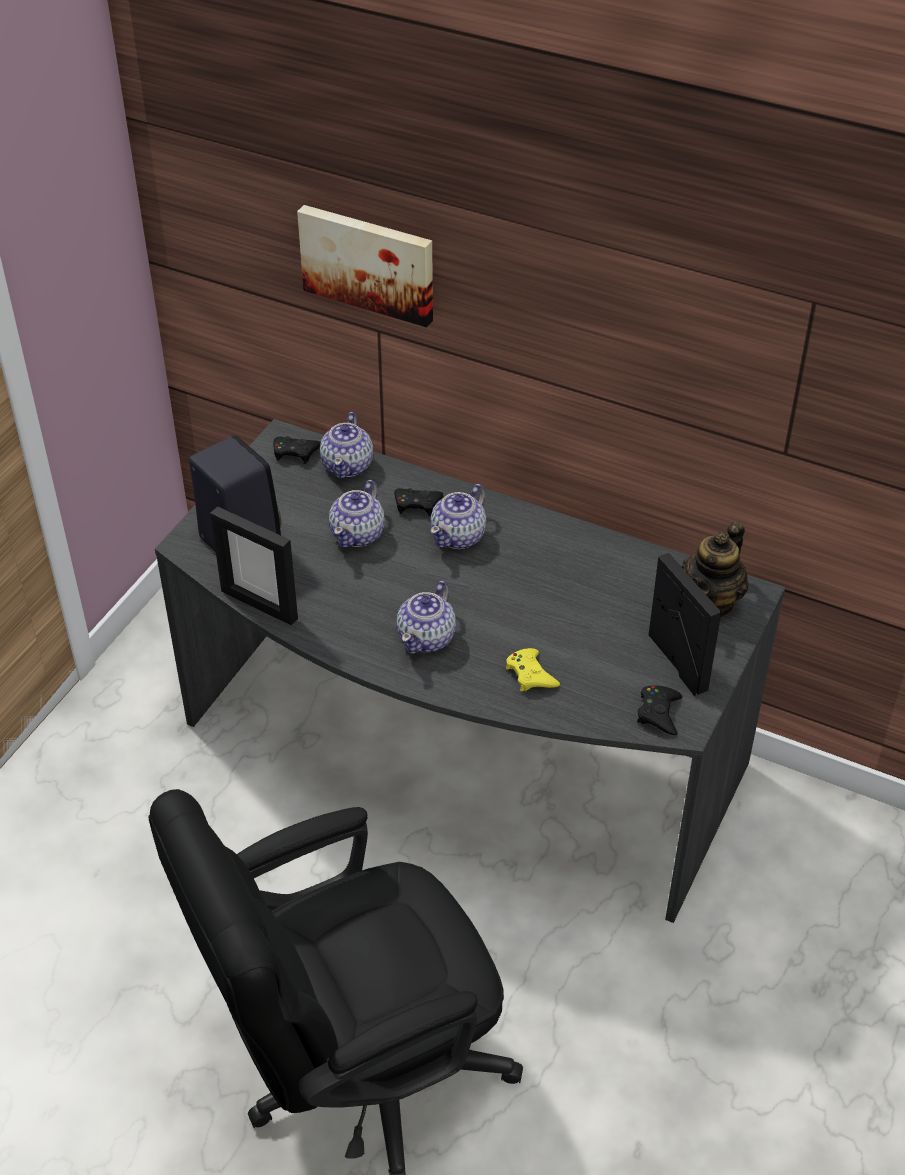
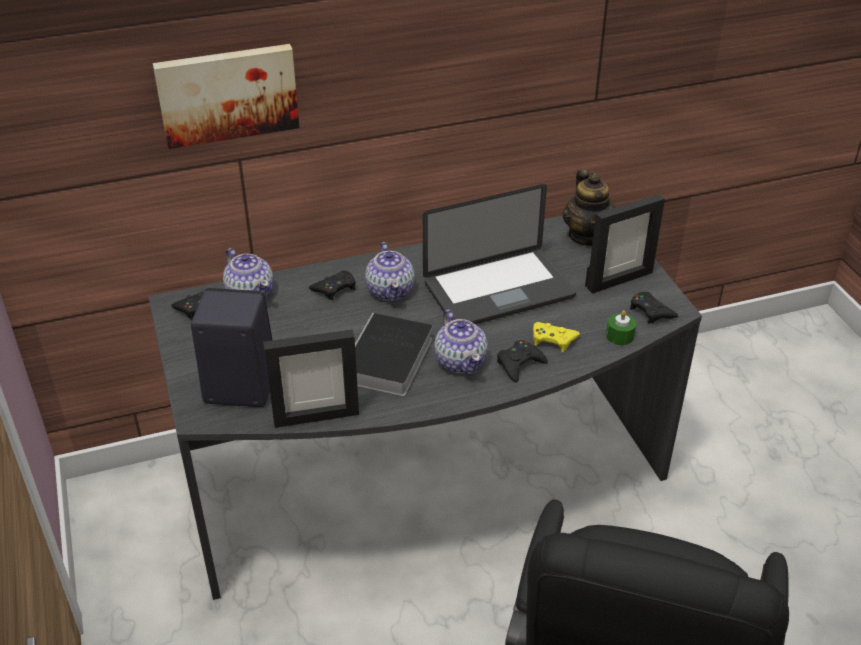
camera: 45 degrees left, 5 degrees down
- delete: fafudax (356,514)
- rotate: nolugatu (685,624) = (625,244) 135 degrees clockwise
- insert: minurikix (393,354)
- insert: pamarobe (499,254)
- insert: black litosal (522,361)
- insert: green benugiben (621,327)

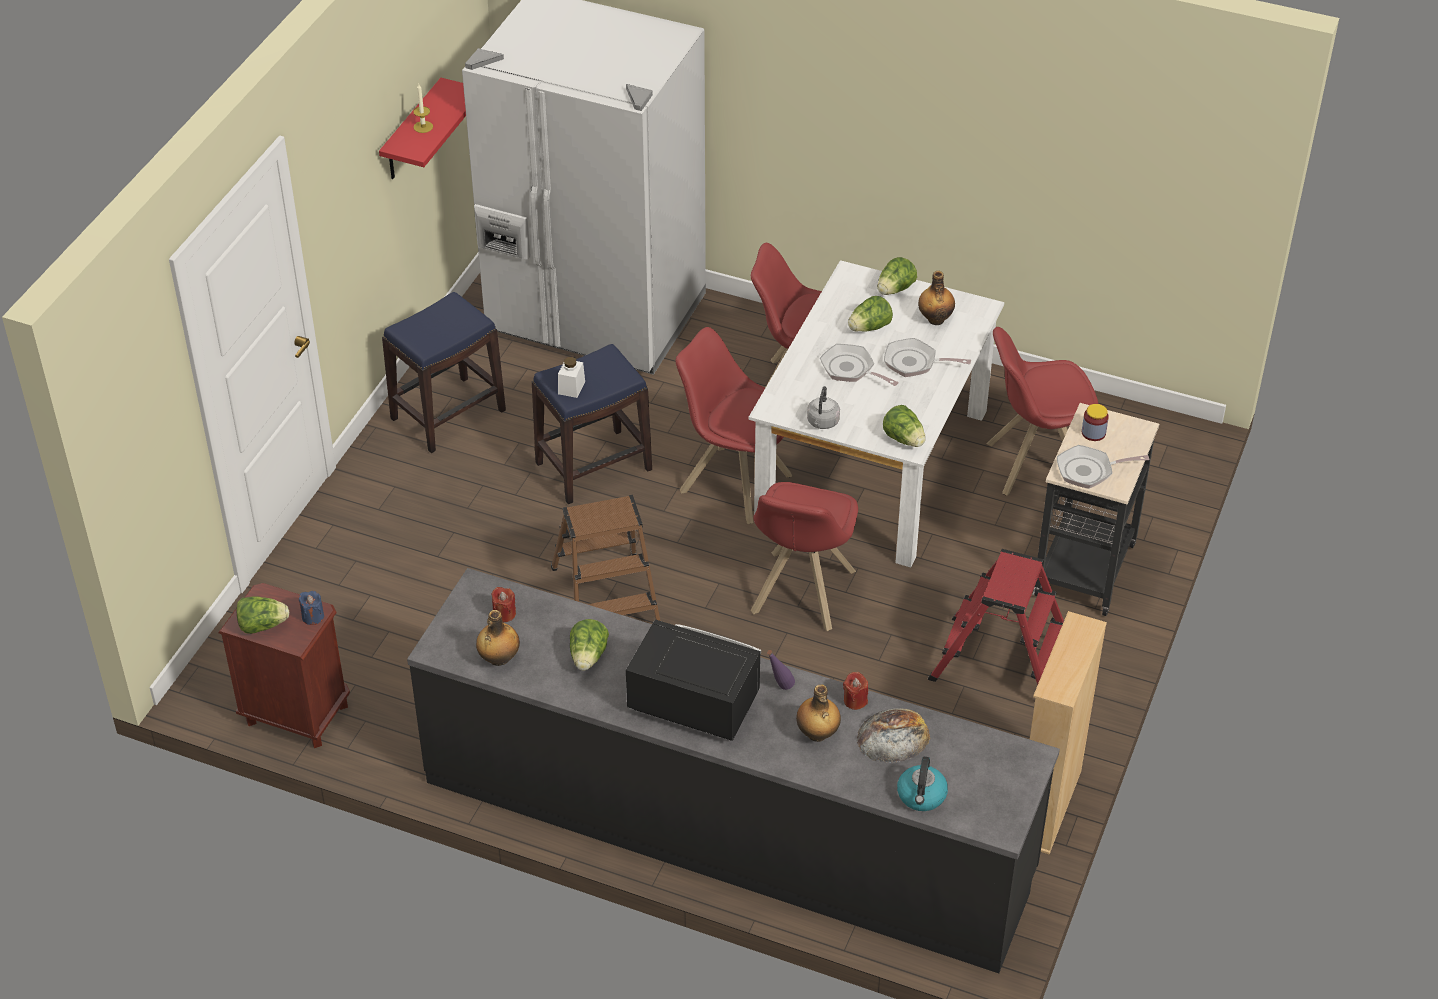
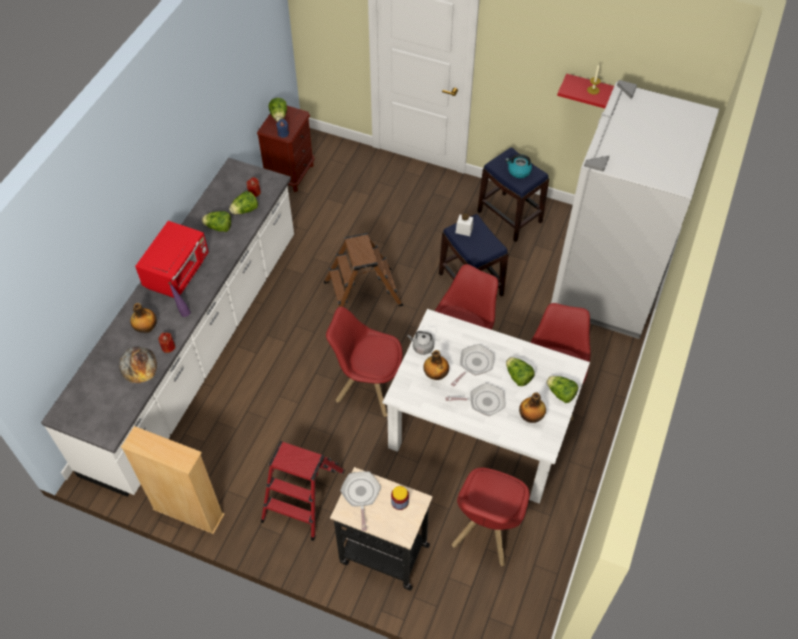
camera: 90 degrees right, 10 degrees up
- recolor: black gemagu (733,770) to white gemagu (167,327)
- move: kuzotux (498,638) to (436,365)
- recolor: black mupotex (693,680) to red mupotex (171,259)
- move: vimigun (904,426) to (243,202)
- rotate: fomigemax (927,357) = (475,399) 75 degrees clockwise
- move: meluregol (922,784) to (518,166)
- rotate: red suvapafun (1043,411) = (491,516) 150 degrees counterclockwise

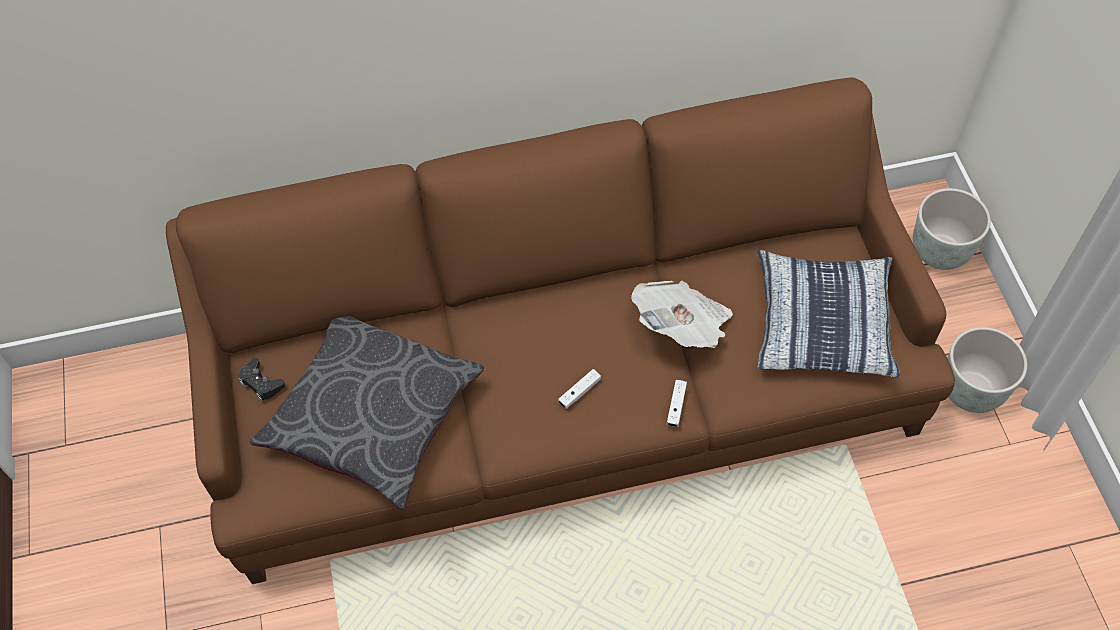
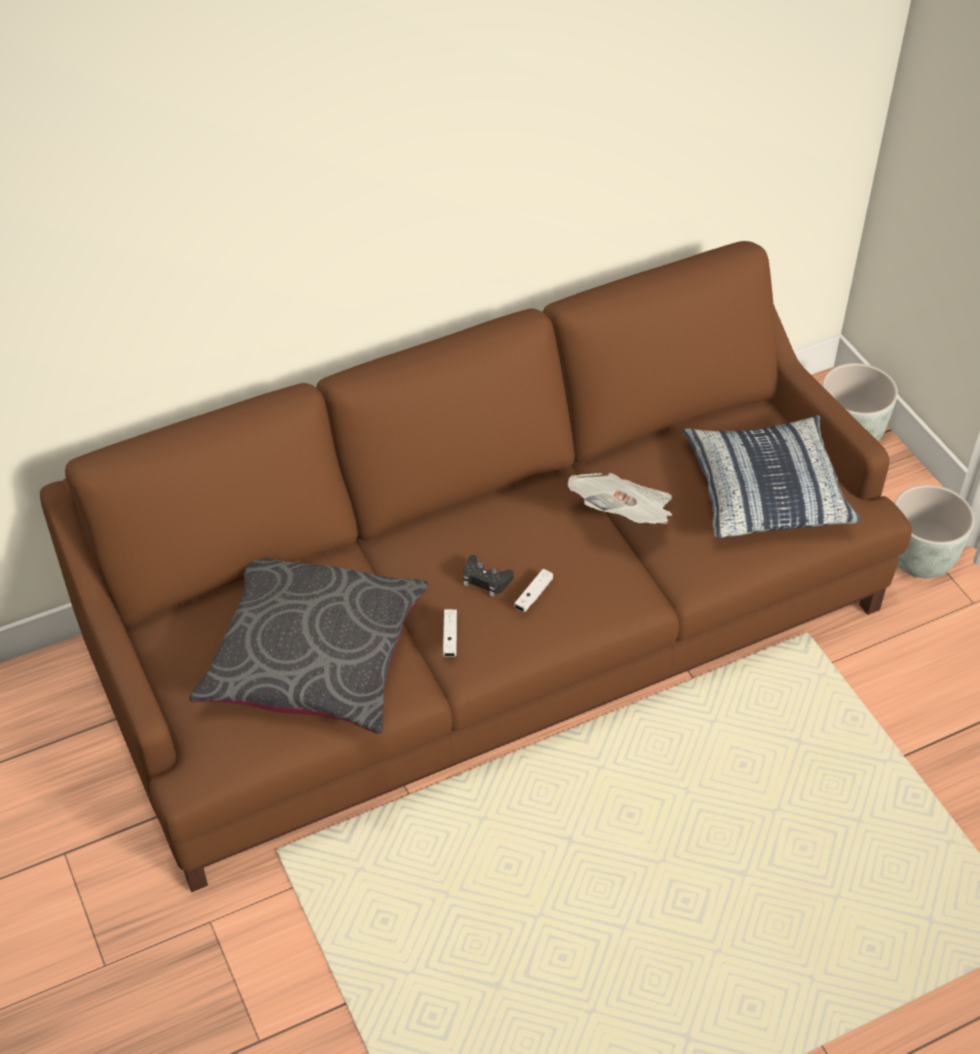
camera: 15 degrees left, 10 degrees down
- move: black litosal (261,380) to (488,576)
- move: white litosal (677,403) to (450,633)

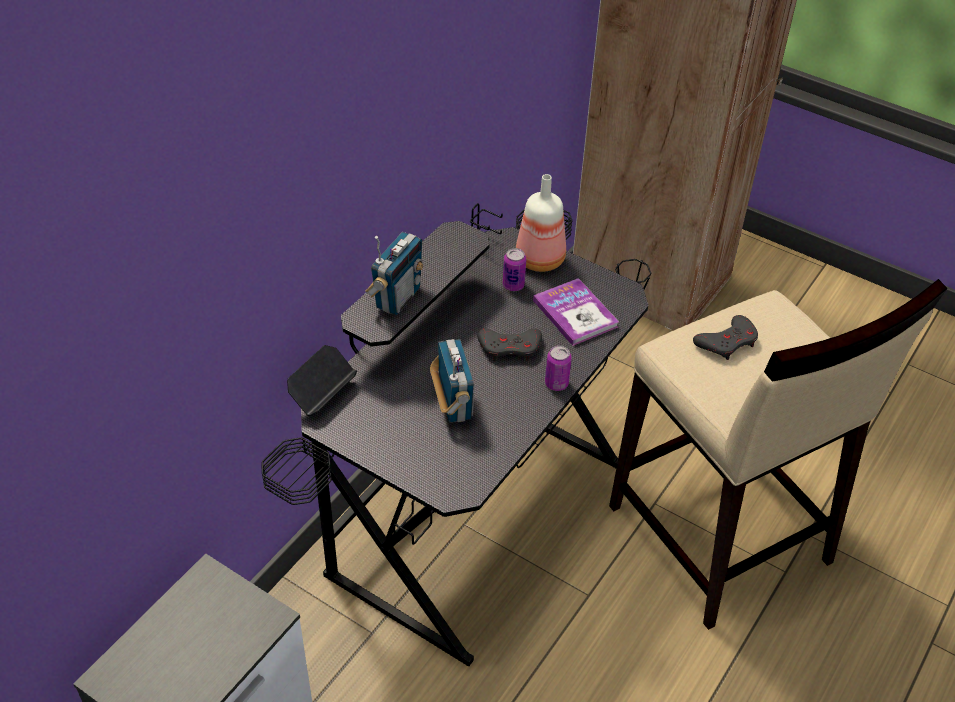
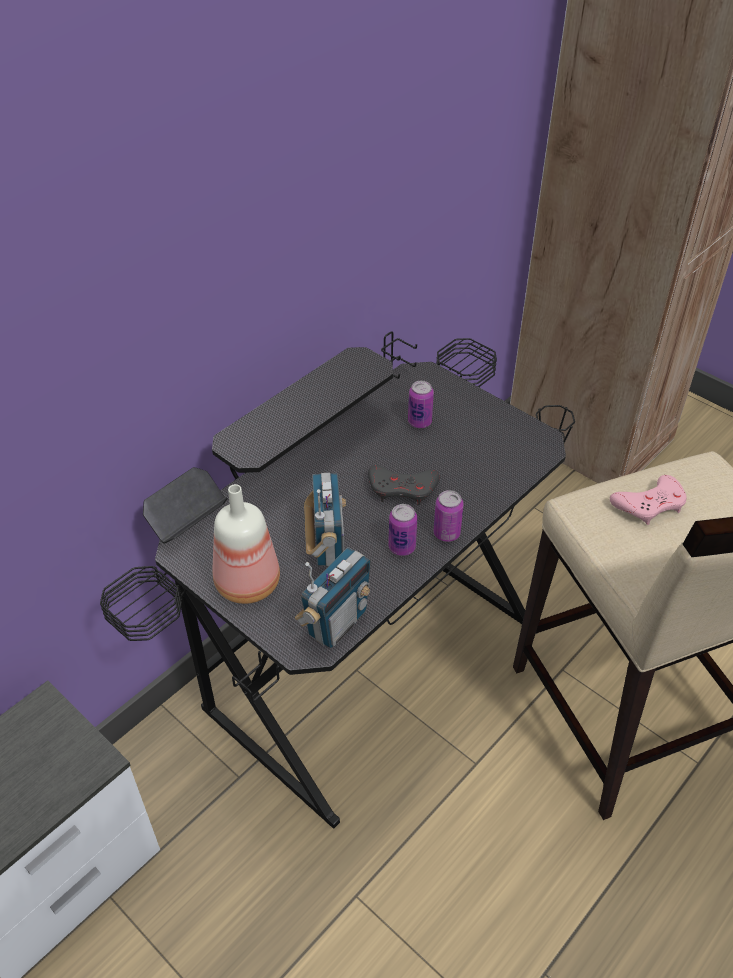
camera: 10 degrees right, 0 degrees up
- move: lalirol (394,273) to (333,597)
- move: kuzotux (541,223) to (246,544)
- delete: minurikix (576,312)
- recolor: grey litosal (725,337) to pink litosal (648,500)
- insert: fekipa (402,530)

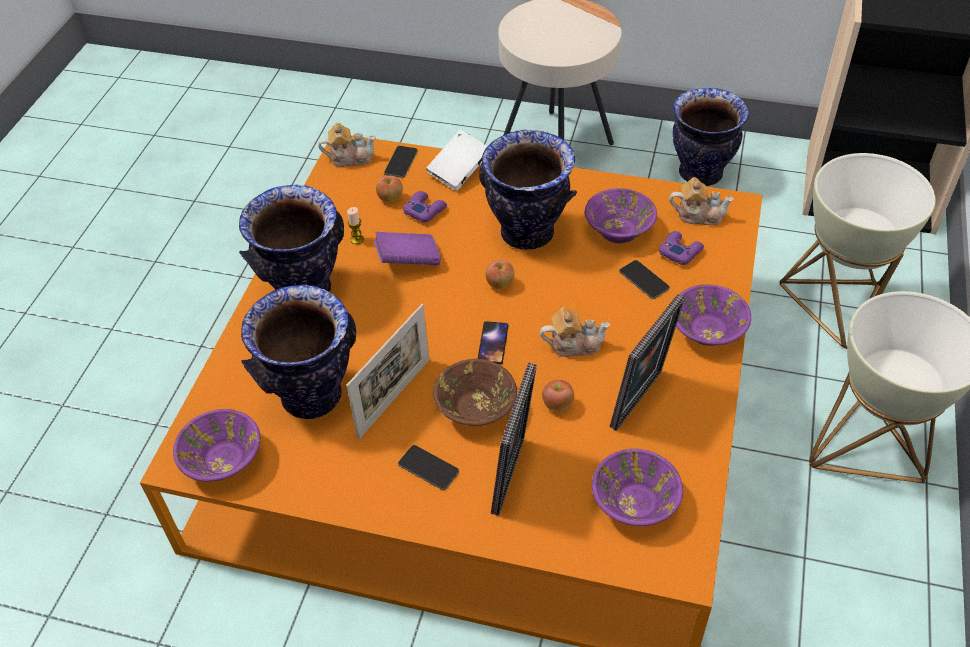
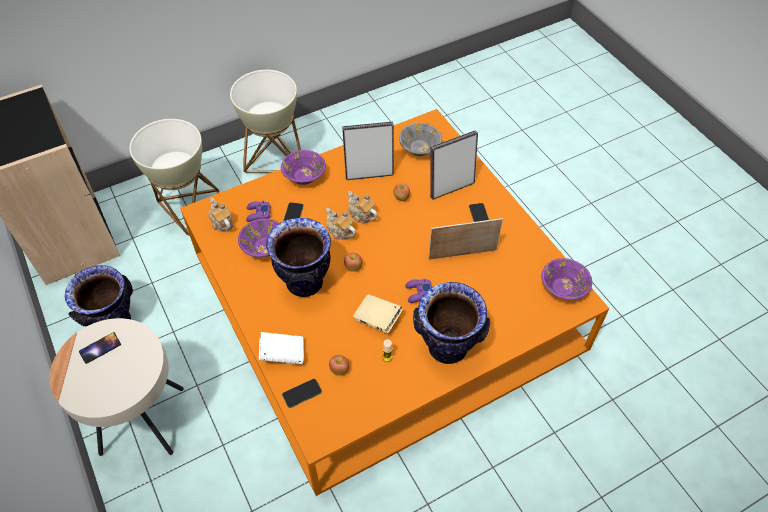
camera: 135 degrees left, 5 degrees up
- delete: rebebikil (298,352)
- move: fafudax (347,145) to (341,224)
- recolor: purple minurikix (407,248) to beige minurikix (378,313)
- move: purple litosal (425,206) to (418,291)
- delete: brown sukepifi (475,392)
- move: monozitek (493,342) to (100,348)
- recolor: purple sukepifi (637,487) to grey sukepifi (420,139)

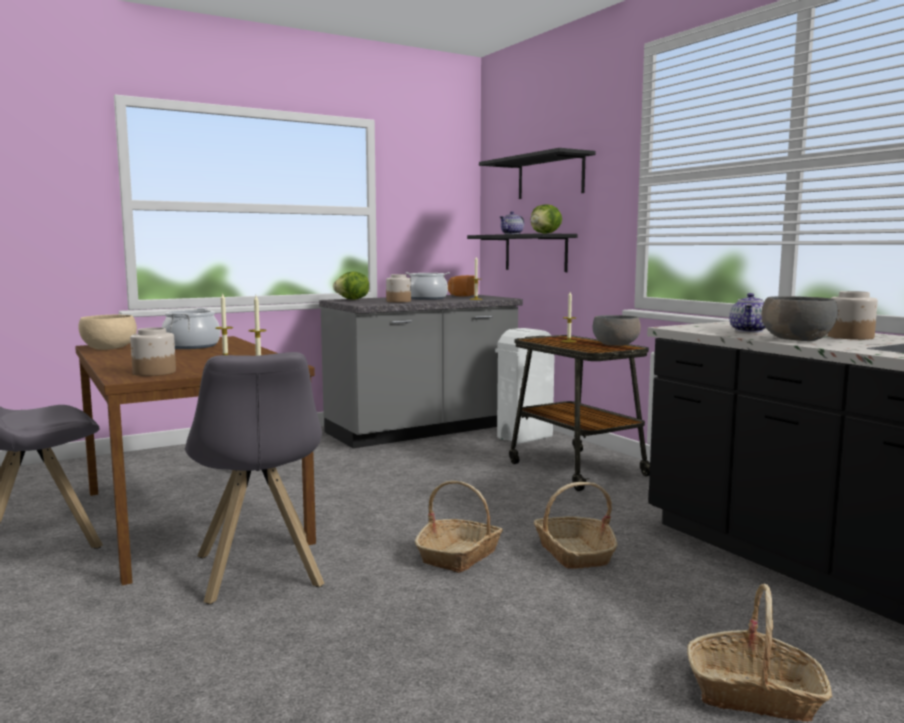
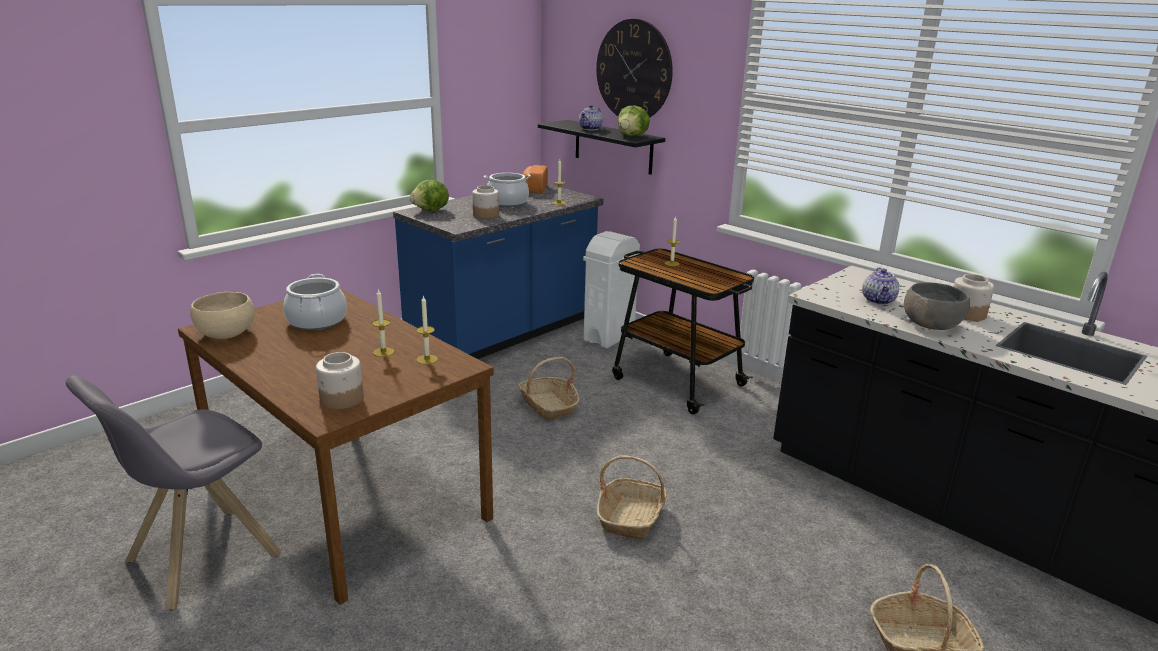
camera: 15 degrees left, 15 degrees up
- delete: grey suvapafun (254,478)
- recolor: grey gemagu (421,371) to blue gemagu (498,271)
- replace: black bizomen (537,173) to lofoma (634,68)
- move: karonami (576,525) to (549,388)
- delete: grey sukepifi (616,330)

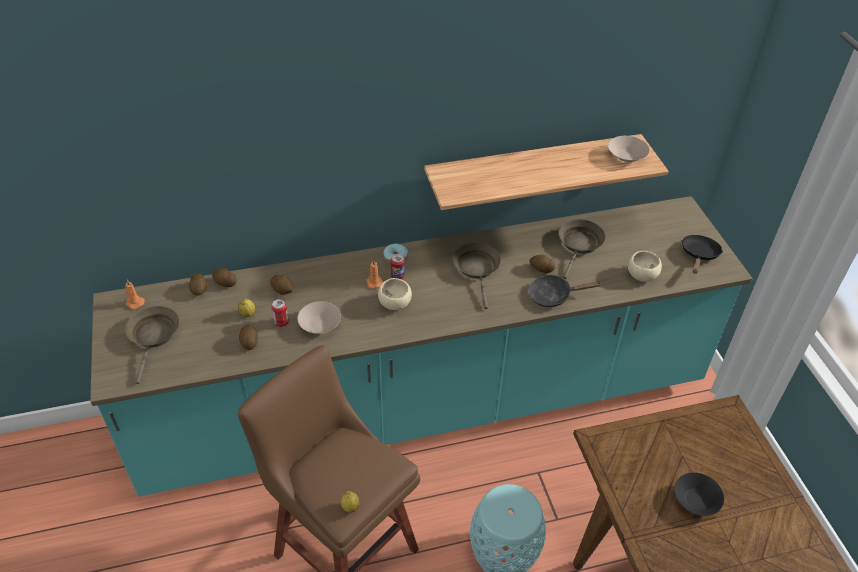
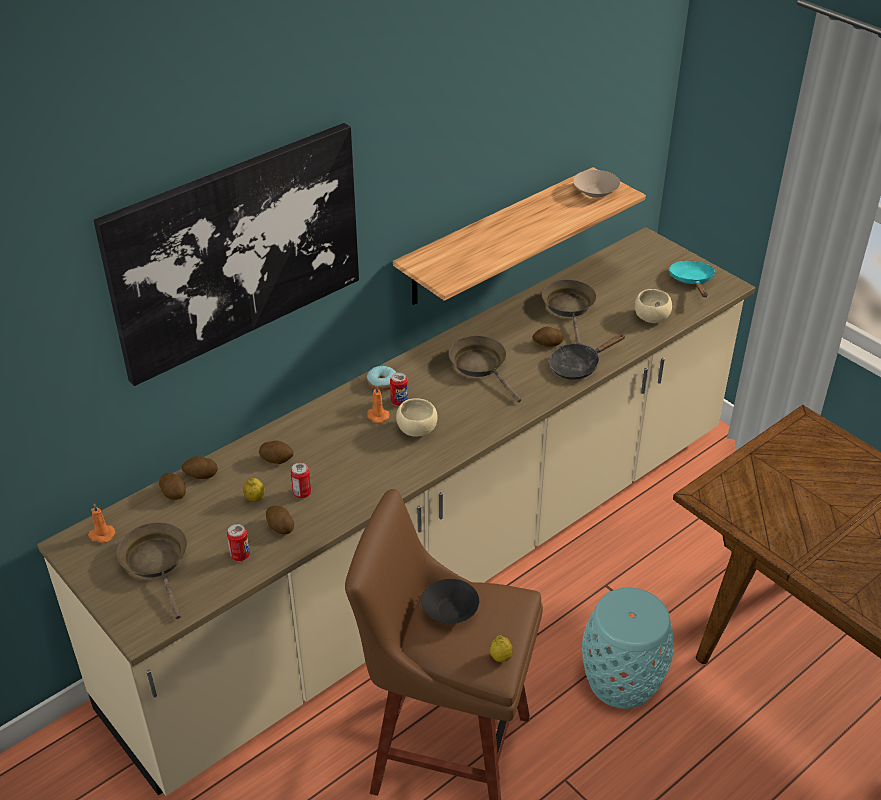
camera: 25 degrees left, 5 degrees down
- recolor: turquoise gemagu (421,346) to beige gemagu (396,511)
- delete: beige sukepifi (319,317)
- move: black sukepifi (699,494) to (450,601)
- recolor: black fomigemax (702,254) to turquoise fomigemax (692,279)
- insert: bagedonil (226,254)
- insert: fekipa (238,542)

